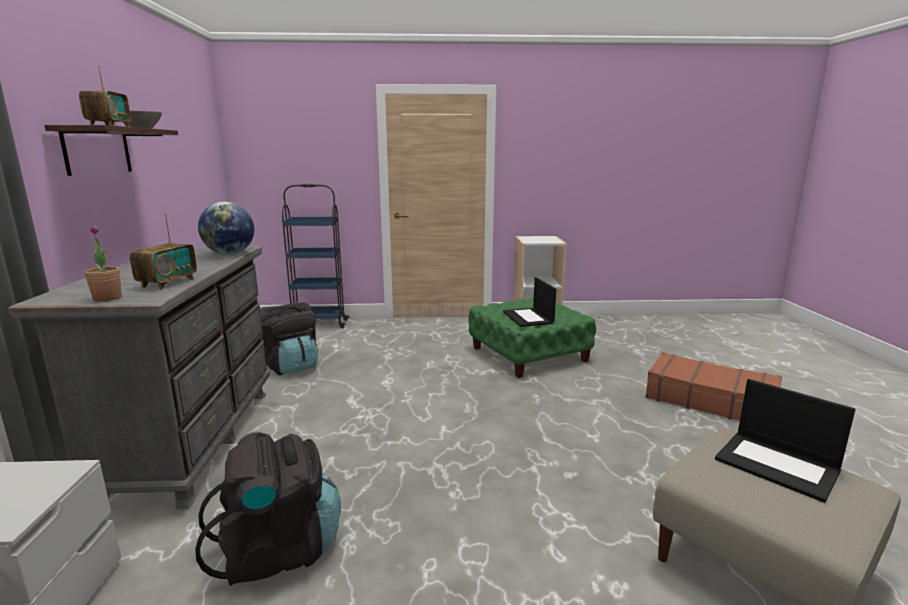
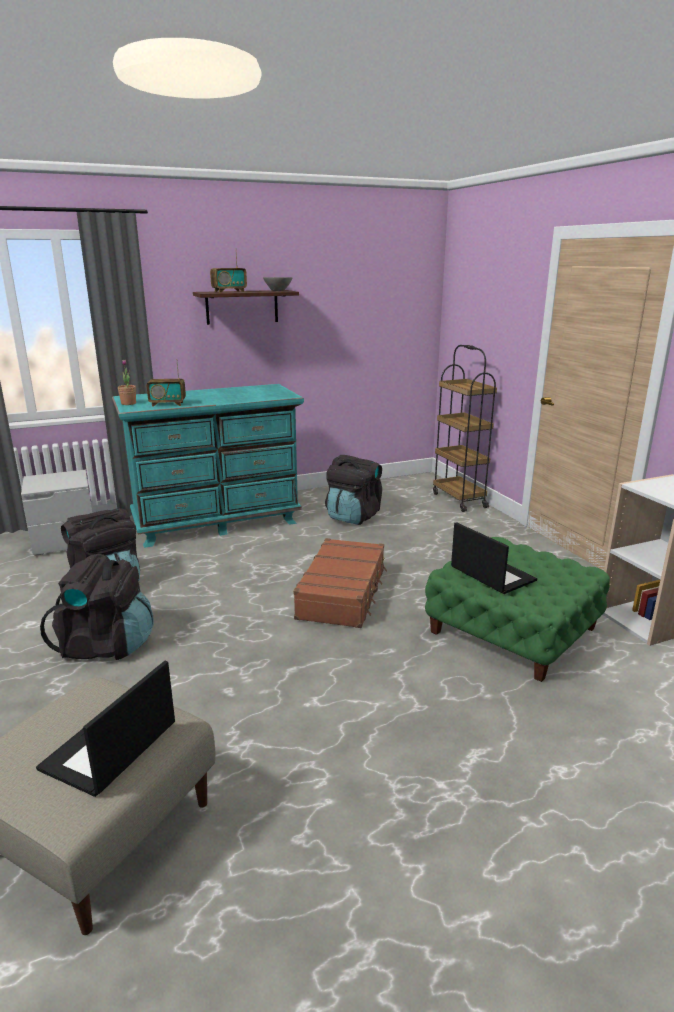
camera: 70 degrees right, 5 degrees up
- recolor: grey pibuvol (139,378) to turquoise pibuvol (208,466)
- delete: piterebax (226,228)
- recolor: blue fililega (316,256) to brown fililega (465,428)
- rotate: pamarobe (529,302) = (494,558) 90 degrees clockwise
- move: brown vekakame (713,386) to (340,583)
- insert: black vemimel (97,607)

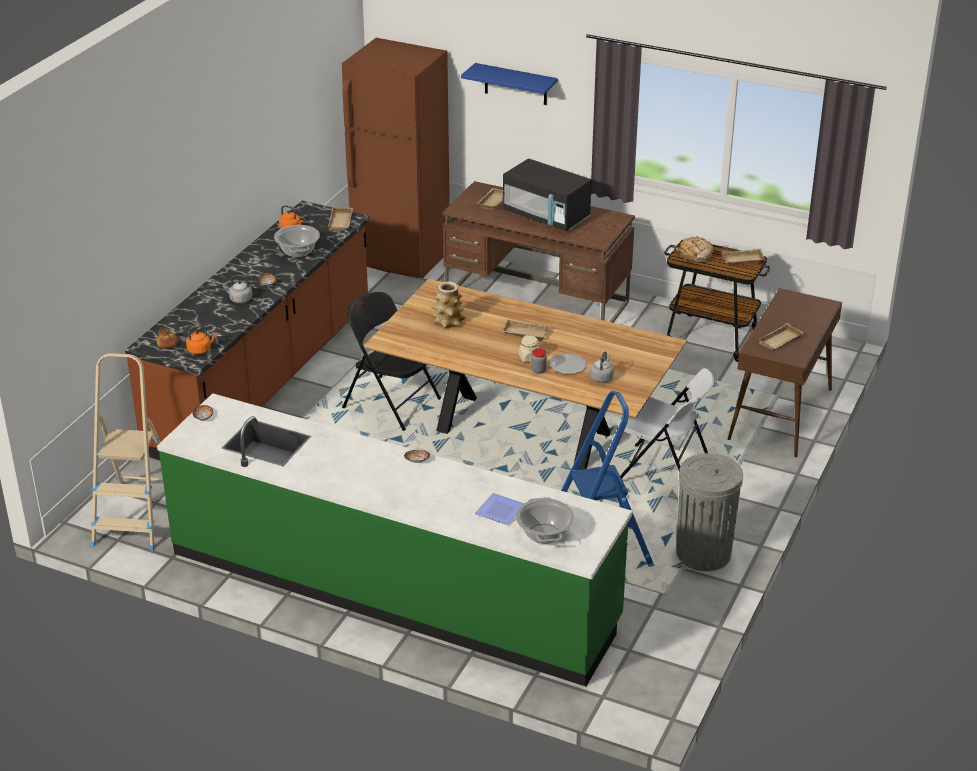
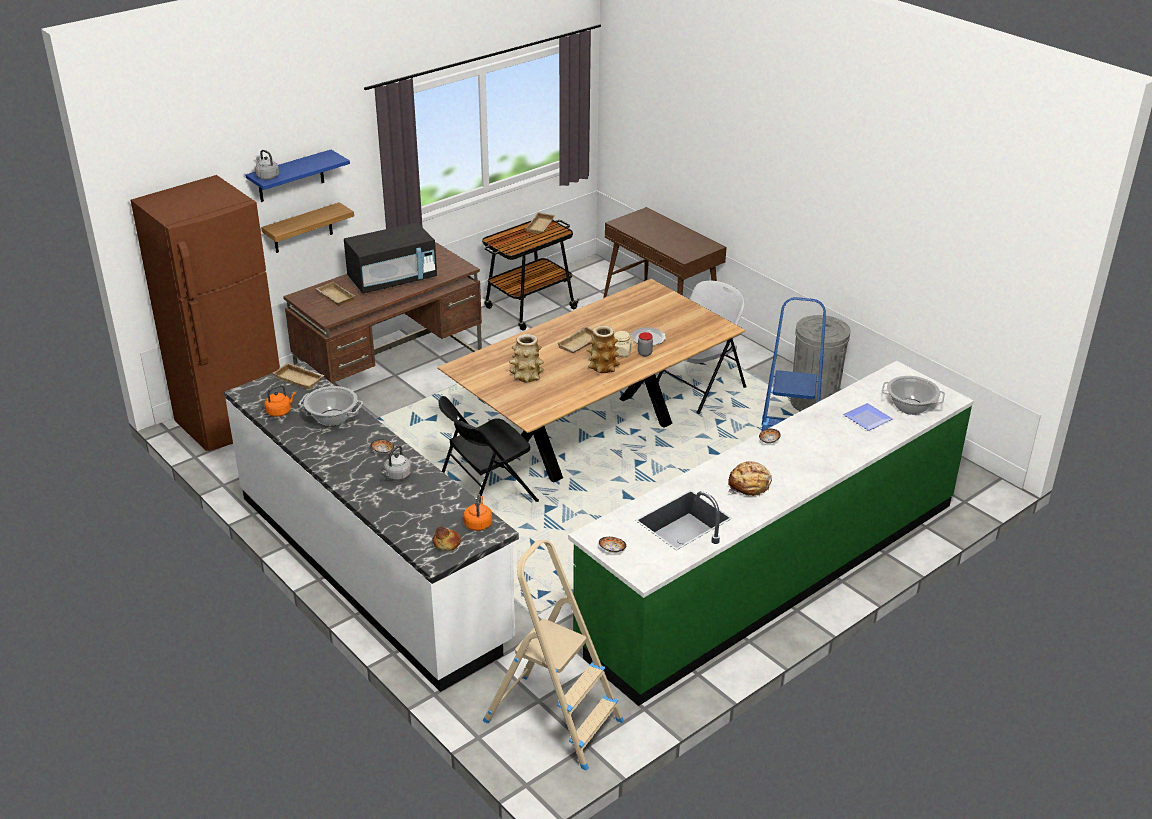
camera: 65 degrees left, 0 degrees up
- recolor: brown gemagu (247,330) to white gemagu (371,526)
- move: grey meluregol (602,367) to (267,165)
- move: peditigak (694,249) to (750,479)
- delete: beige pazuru (781,337)
- insert: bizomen (307,227)
- insert: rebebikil (603,349)

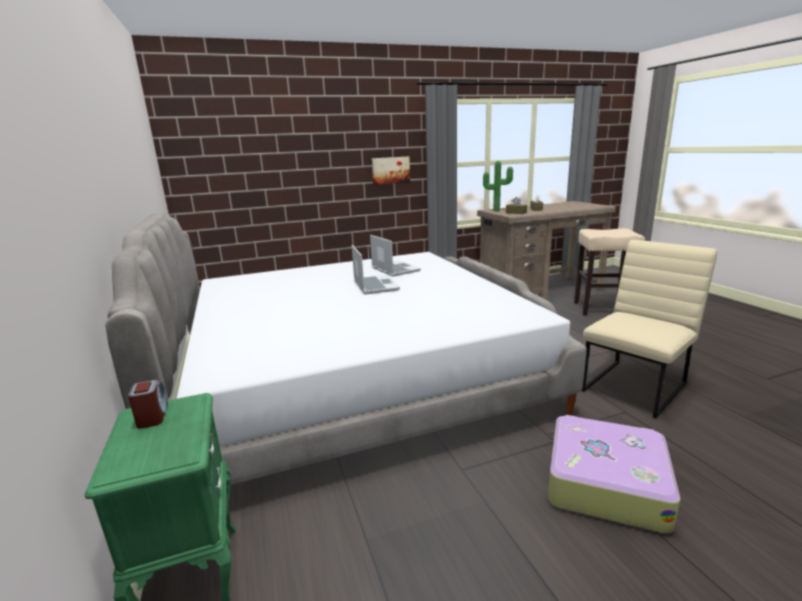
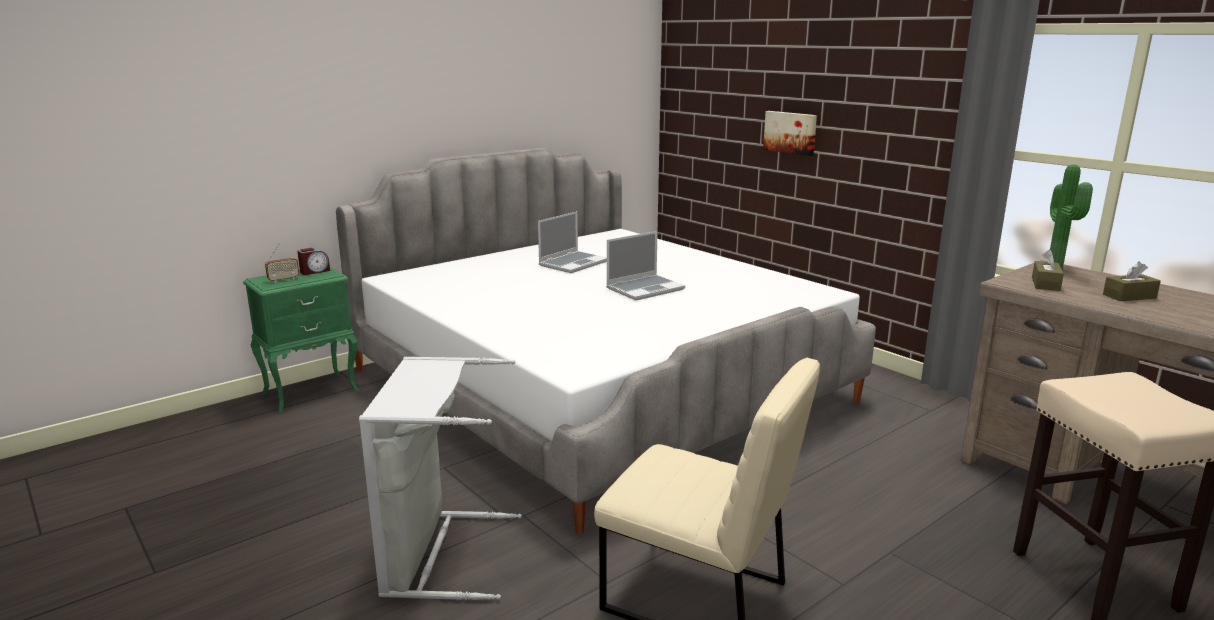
camera: 70 degrees right, 0 degrees up
- move: pamarobe (395,256) to (572,242)
- move: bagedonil (391,171) to (790,133)
- replace: vekakame (614,474) to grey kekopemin (440,478)
- insert: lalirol (282,263)

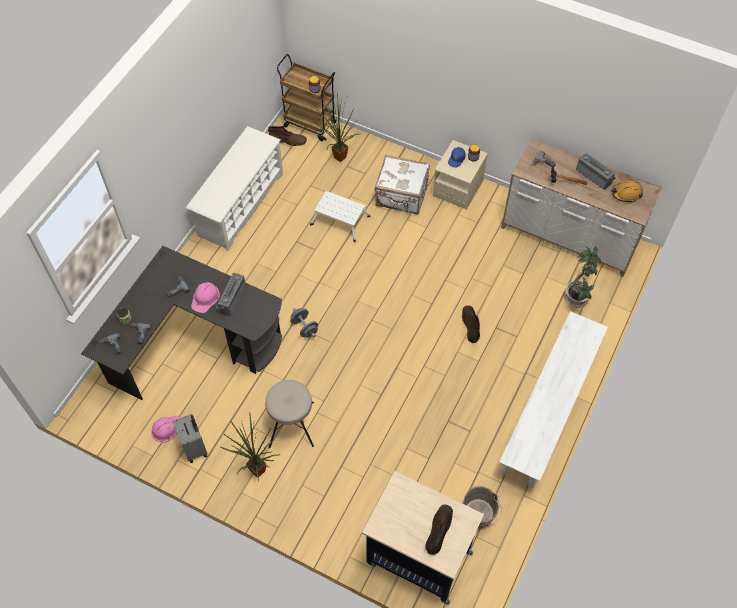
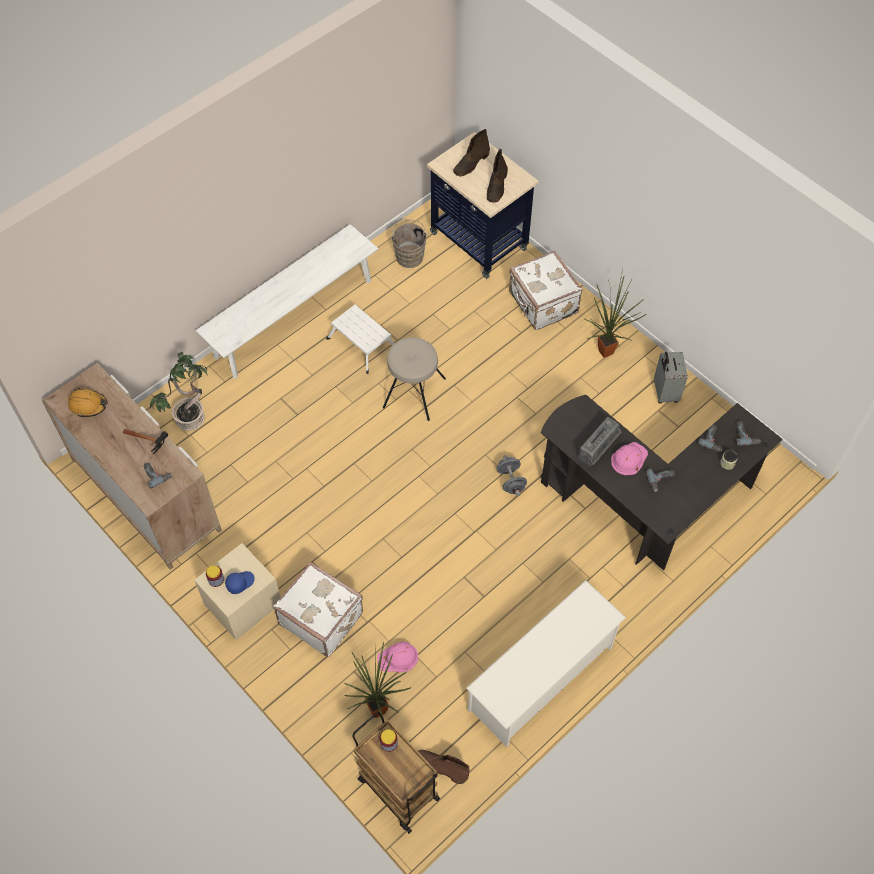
camera: 160 degrees left, 0 degrees up
- move: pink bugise (165,428) to (397,657)
- move: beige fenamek (289,414) to (414,379)
- move: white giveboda (340,217) to (360,339)
- move: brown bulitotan (471,324) to (497,176)
- delete: lalirol (596,171)
- insert: white vekakame (545,290)

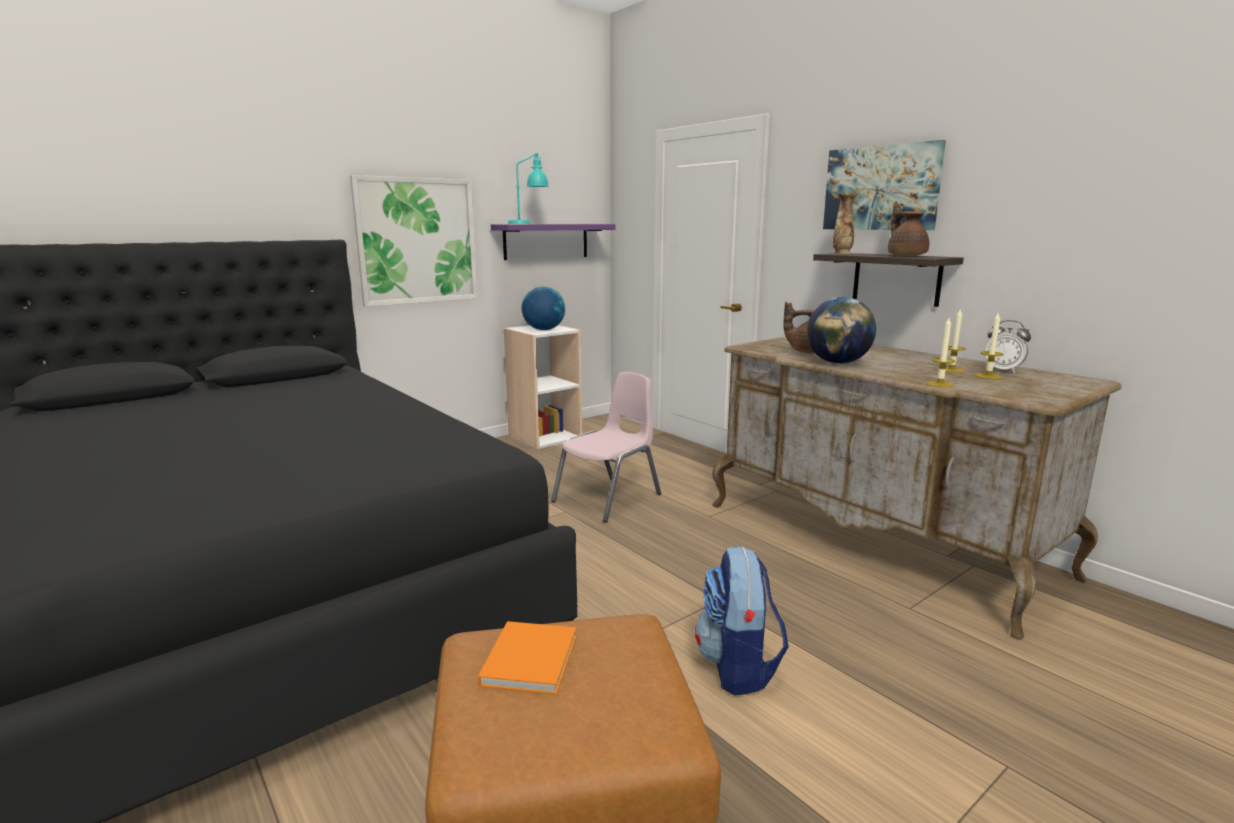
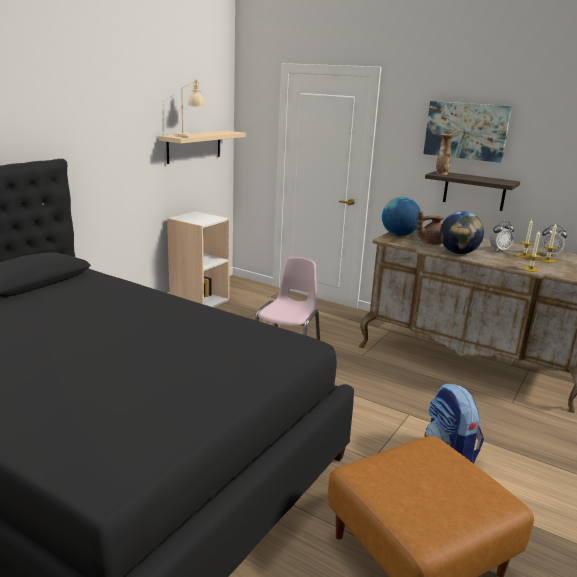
camera: 20 degrees left, 5 degrees up
- delete: bagedonil (414,241)
- delete: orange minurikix (527,657)
- recolor: purple bizomen (553,242) to beige bizomen (202,147)
- recolor: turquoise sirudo (528,188) to beige sirudo (189,108)
- move: piterebax (543,308) to (401,216)
- delete: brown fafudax (908,229)
- insert: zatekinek (502,236)

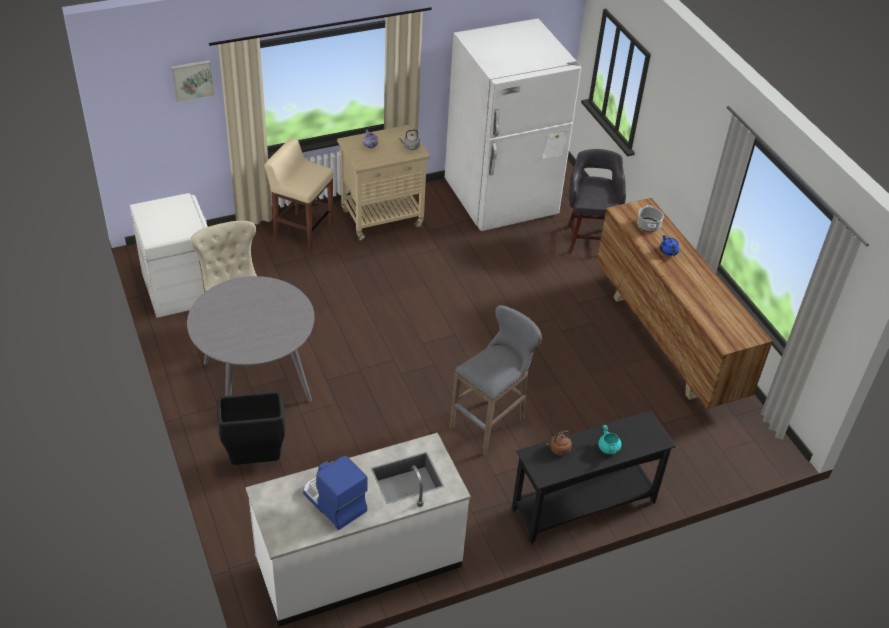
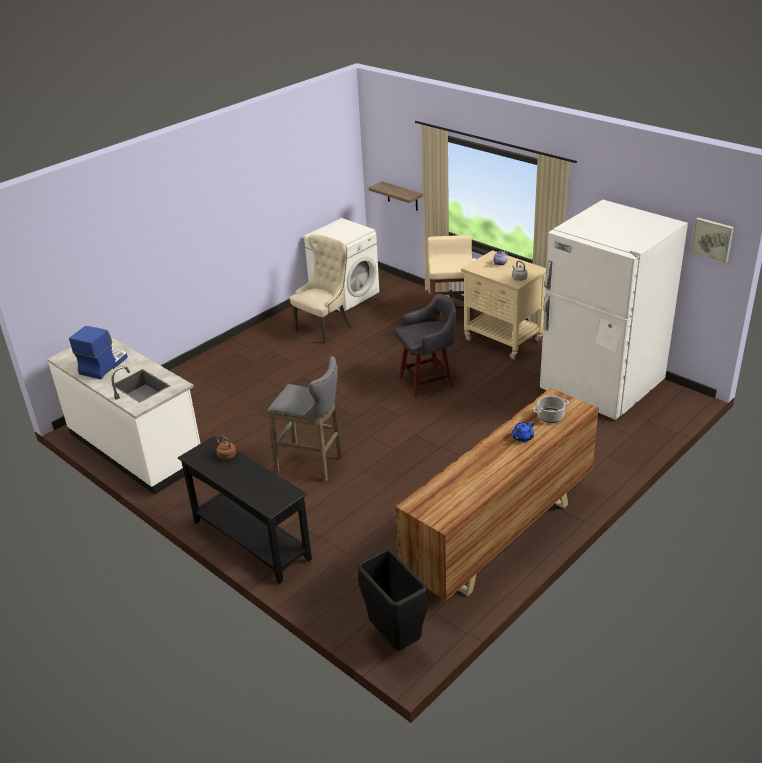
camera: 70 degrees right, 10 degrees down
- move: bagedonil (192,81) to (712,240)
- delete: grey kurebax (250,339)
- move: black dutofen (251,428) to (392,600)
- move: grey fenamek (596,201) to (426,345)
- delete: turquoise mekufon (610,439)
- insert: bizomen (396,196)

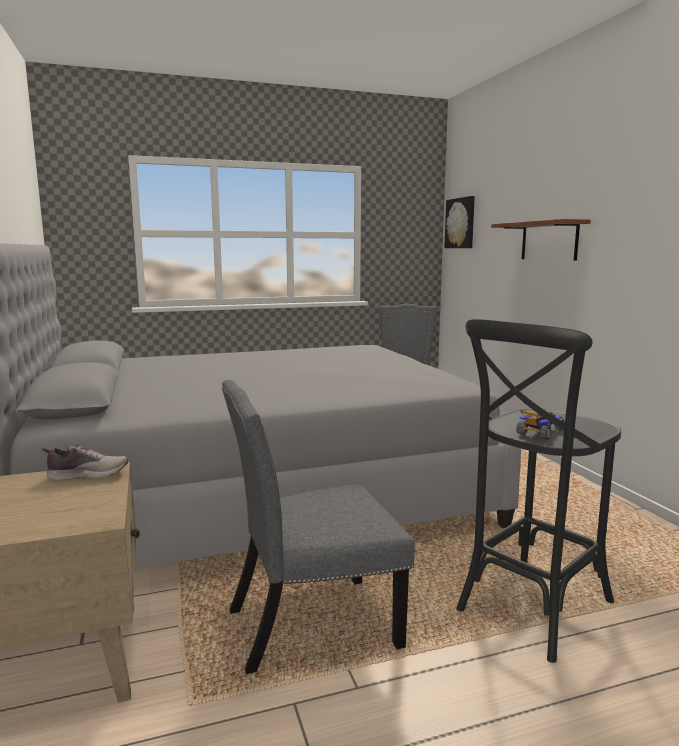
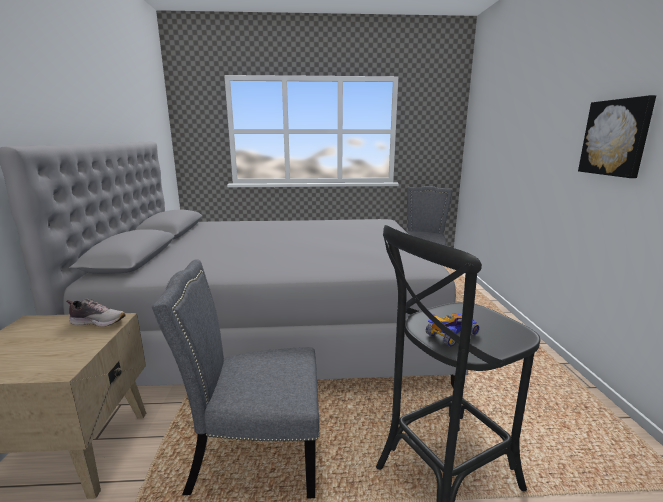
camera: 15 degrees right, 5 degrees up
- move: bagedonil (459,222) to (617,136)
- delete: brown bizomen (541,240)

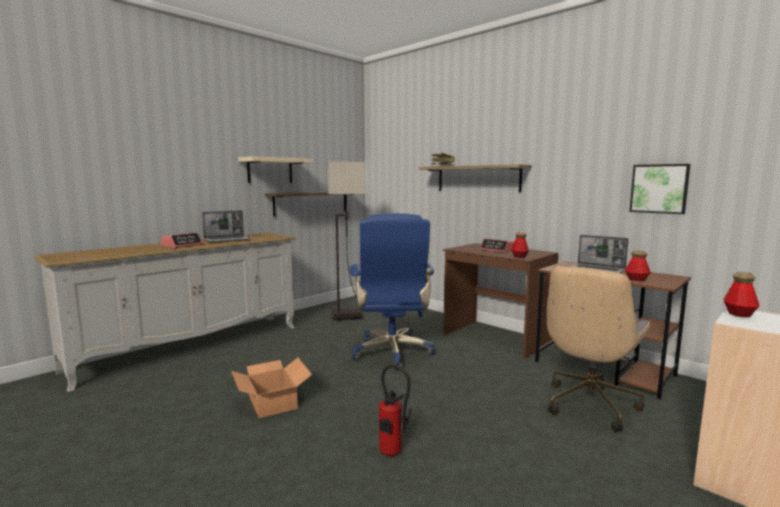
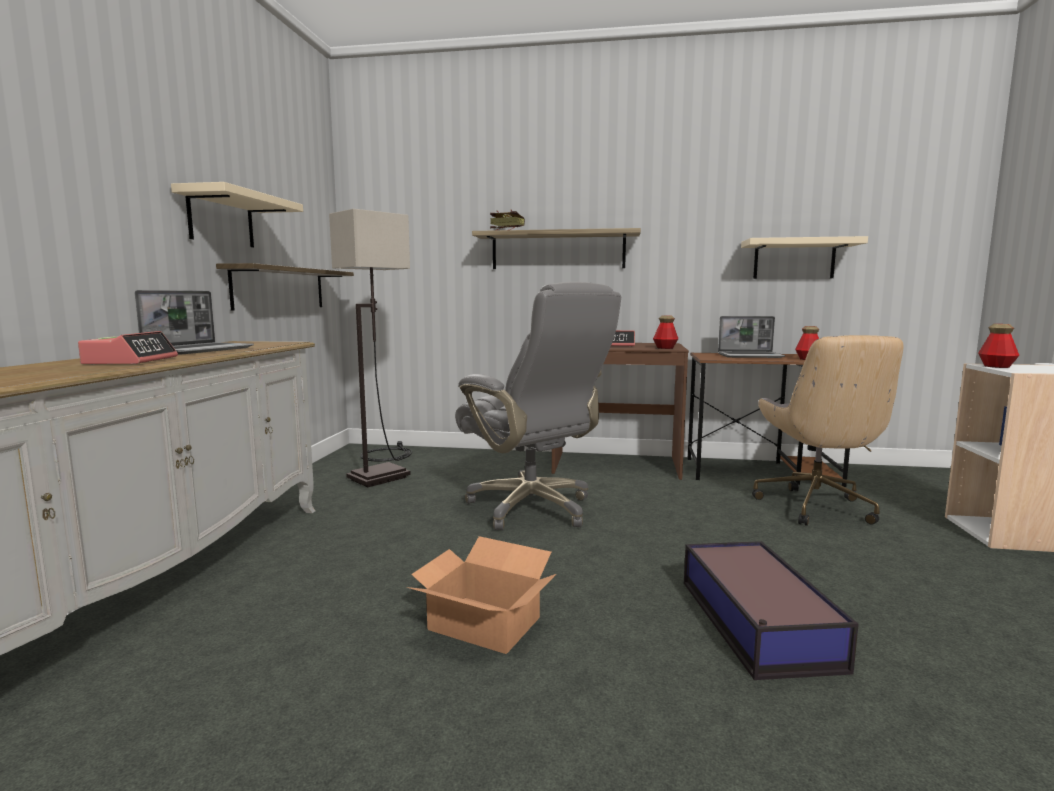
camera: 35 degrees left, 0 degrees up
- recolor: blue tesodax (392,292) to grey tesodax (538,406)
- replace: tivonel (395,411) to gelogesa (771,610)
- replace: bagedonil (659,189) to beige bizomen (804,257)

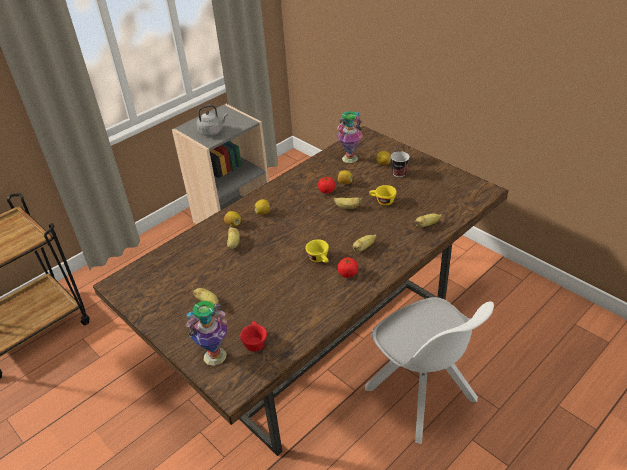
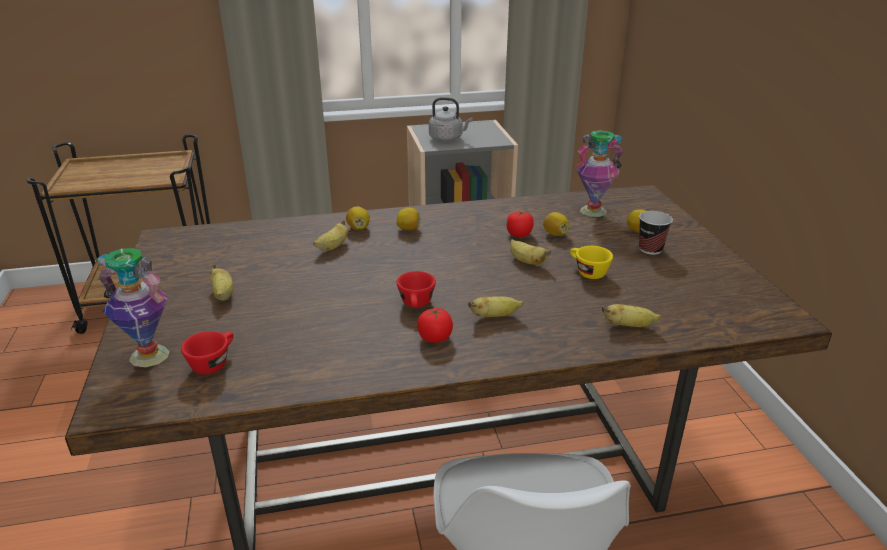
camera: 30 degrees right, 10 degrees down
- recolor: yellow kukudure (317,251) to red kukudure (416,289)

